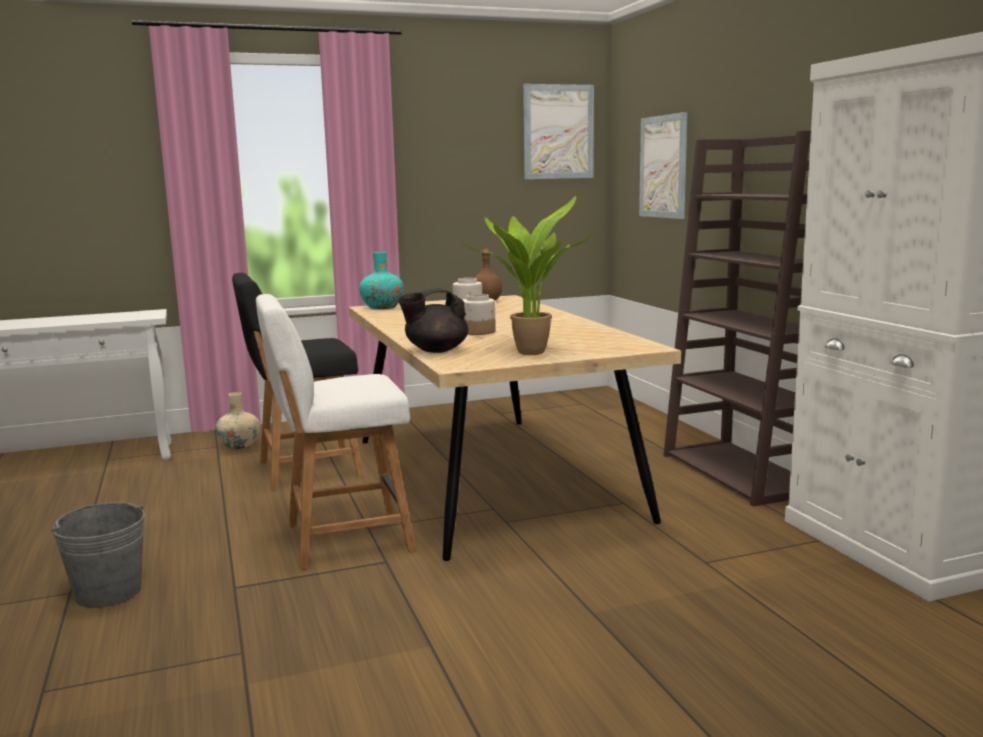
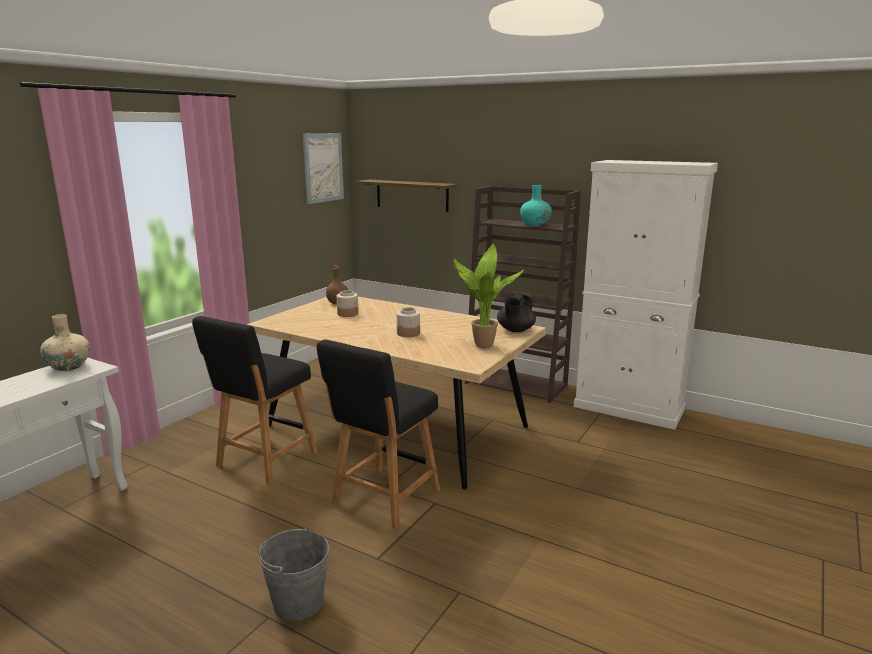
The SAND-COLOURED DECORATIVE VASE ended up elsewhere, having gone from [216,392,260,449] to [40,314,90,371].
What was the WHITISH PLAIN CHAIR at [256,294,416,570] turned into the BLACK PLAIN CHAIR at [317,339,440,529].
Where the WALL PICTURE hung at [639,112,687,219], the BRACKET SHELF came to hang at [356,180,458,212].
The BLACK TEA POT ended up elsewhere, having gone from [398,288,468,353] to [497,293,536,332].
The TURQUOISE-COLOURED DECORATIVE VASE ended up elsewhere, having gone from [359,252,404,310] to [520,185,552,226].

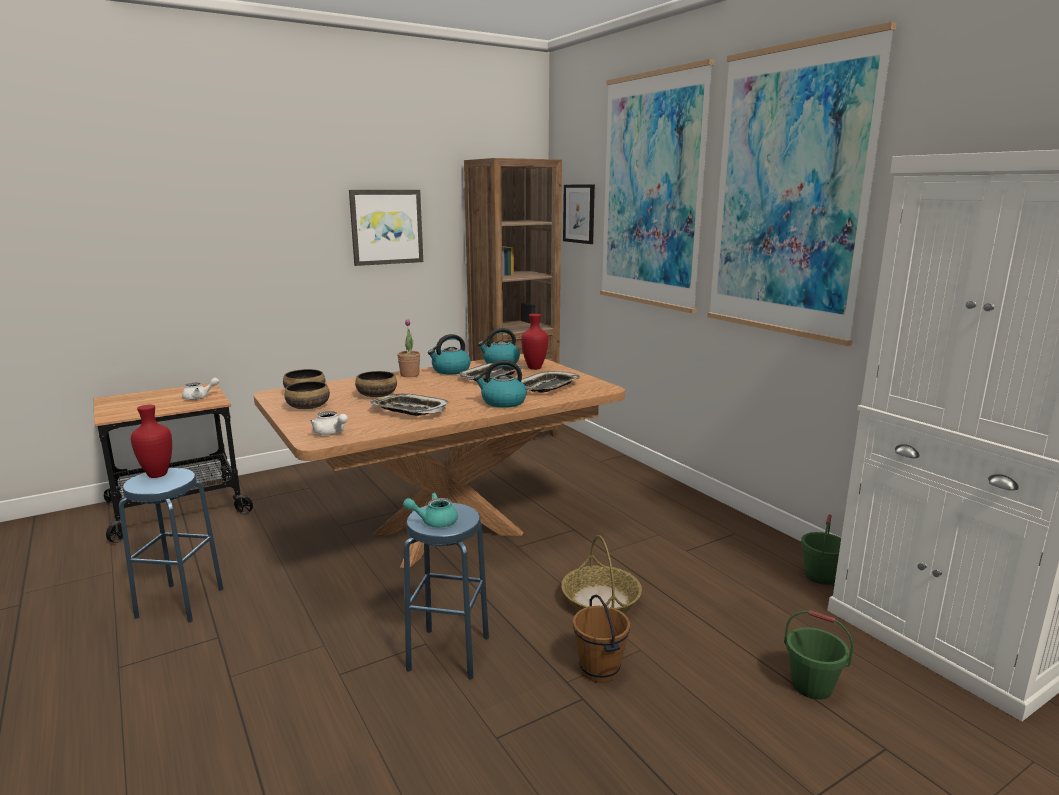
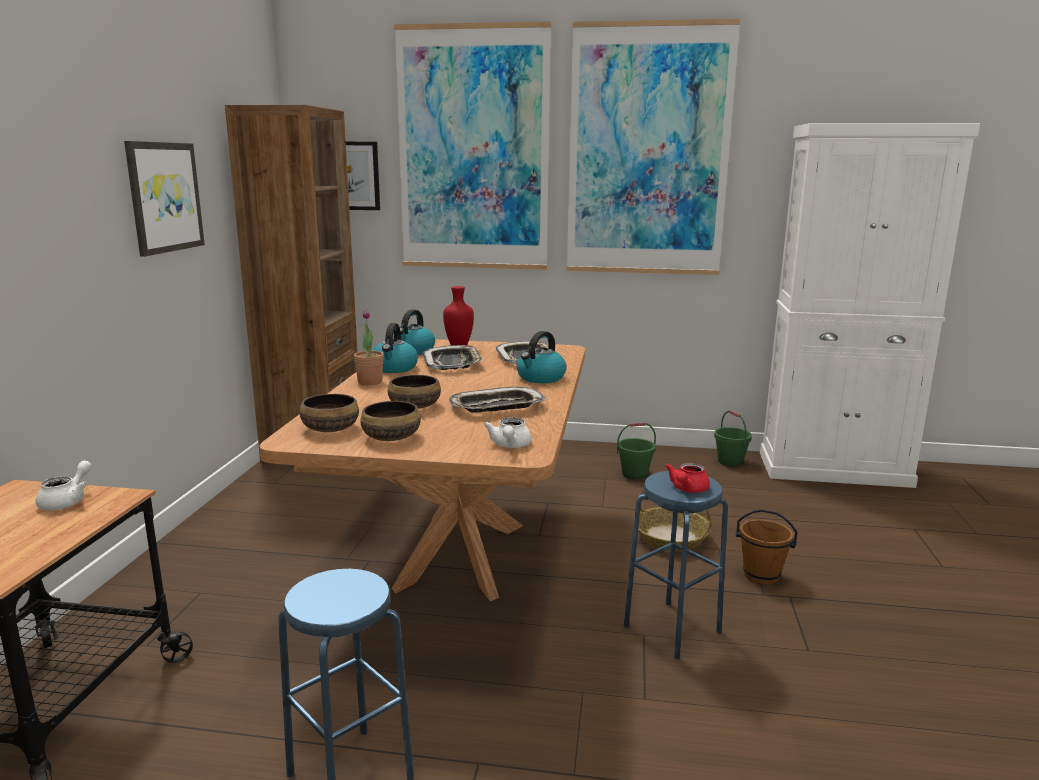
The WHITISH TEA POT at [310,411,348,435] ended up facing another way, 105 degrees clockwise from before.
The GREENISH BUCKET ended up elsewhere, having gone from [784,610,853,700] to [617,422,656,479].
What was the TURQUOISE-COLOURED TEA POT at [403,493,458,527] turned into the REDDISH TEA POT at [665,463,710,493].
The second view lost the REDDISH DECORATIVE VASE at [131,405,172,478].

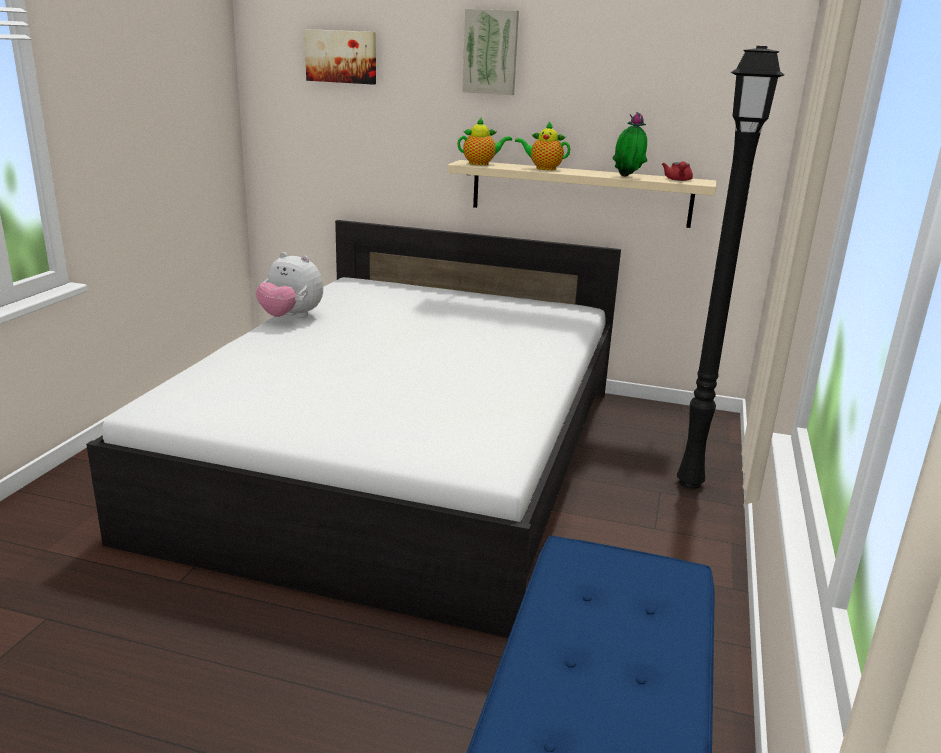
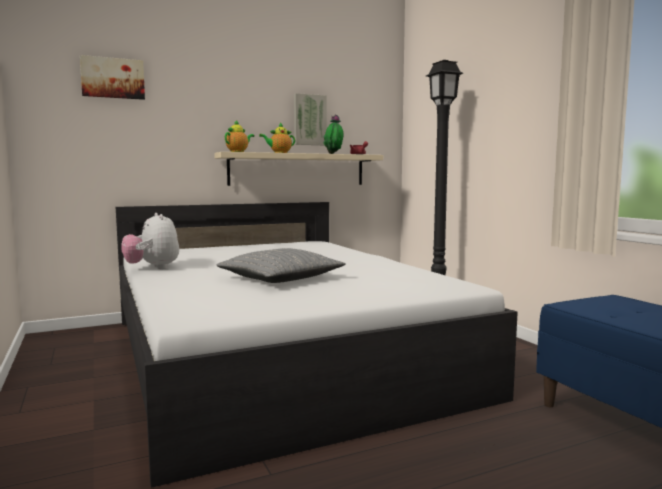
The SOFT TOY at [256,252,323,318] ended up facing another way, 75 degrees clockwise from before.
The second view gained the GREYISH PILLOW at [216,248,346,283].
The WALL PICTURE ended up elsewhere, having gone from [462,9,519,95] to [294,93,327,146].

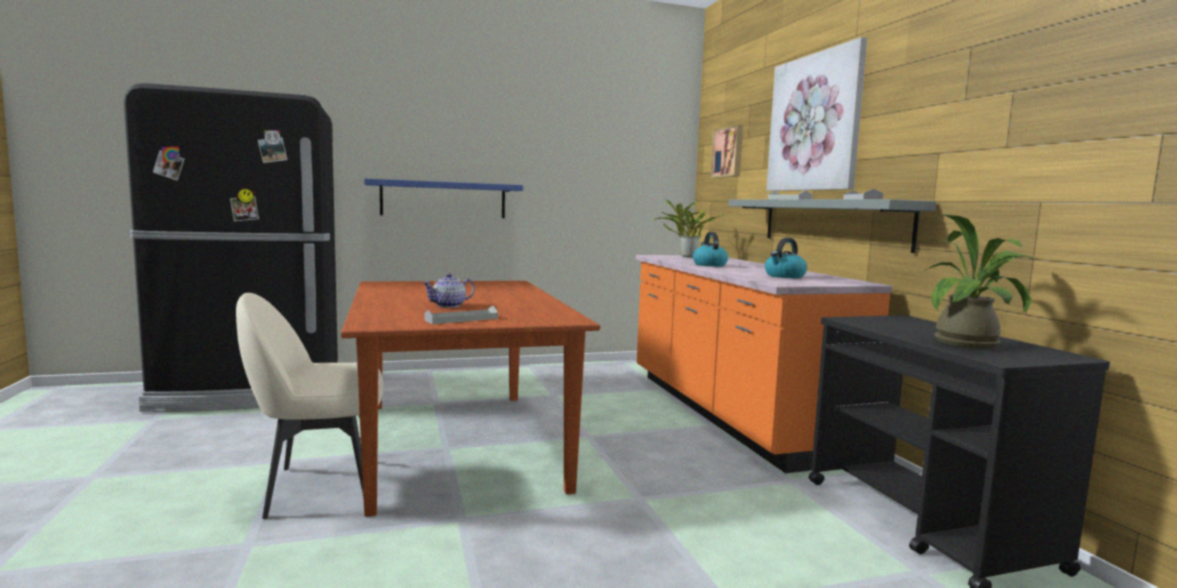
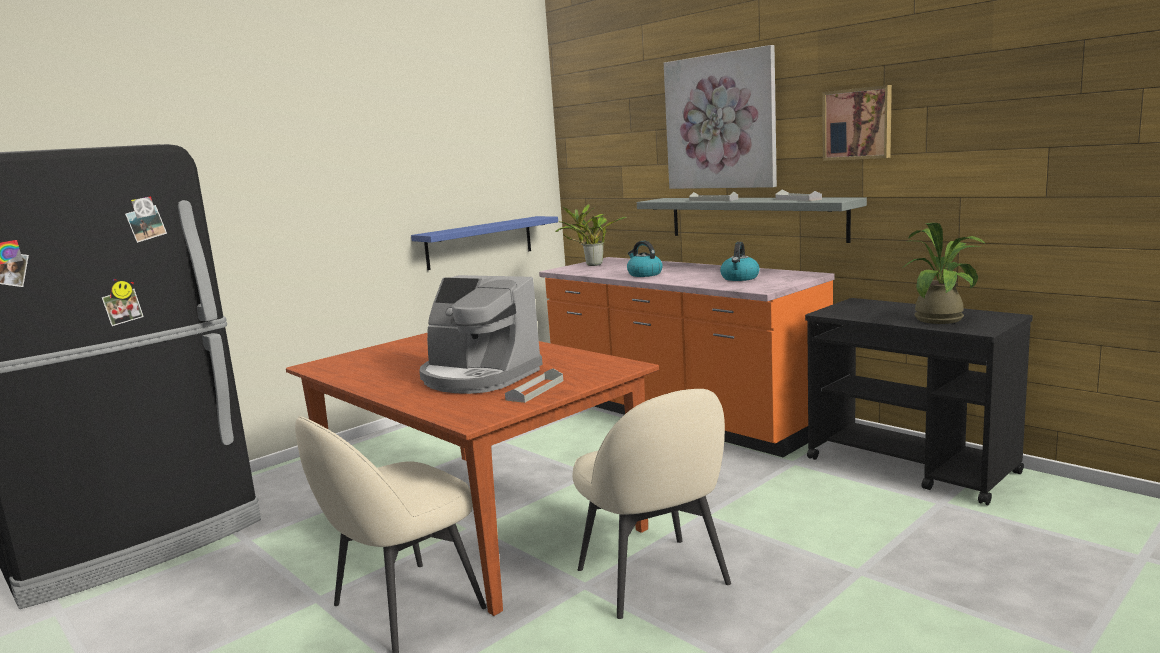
The BLUISH BRACKET SHELF ended up elsewhere, having gone from [364,179,523,218] to [411,216,558,270].
Where the TEA POT stood at [423,273,475,308], the COFFEE BREWER came to stand at [419,275,543,394].
The second view gained the SAND-COLOURED PLAIN CHAIR at [573,389,731,619].
The WALL PICTURE ended up elsewhere, having gone from [710,125,743,178] to [823,85,892,161].

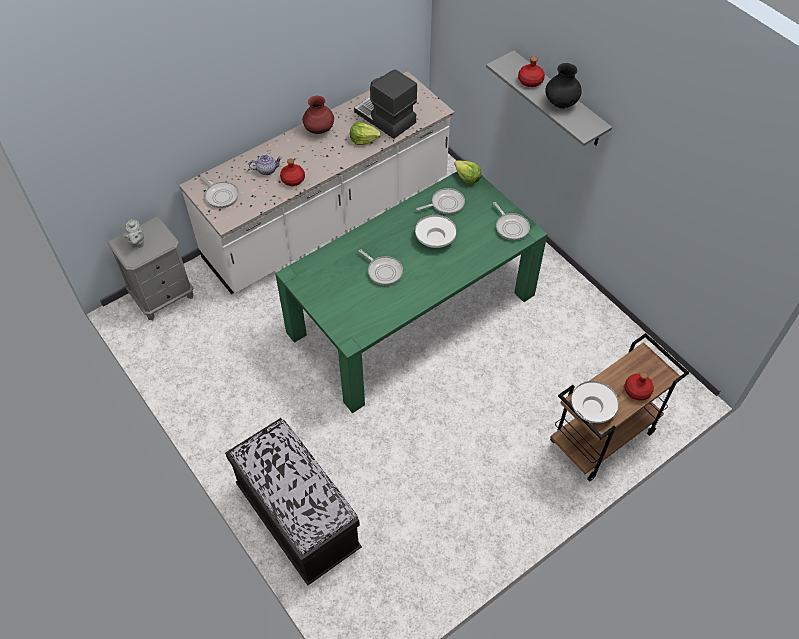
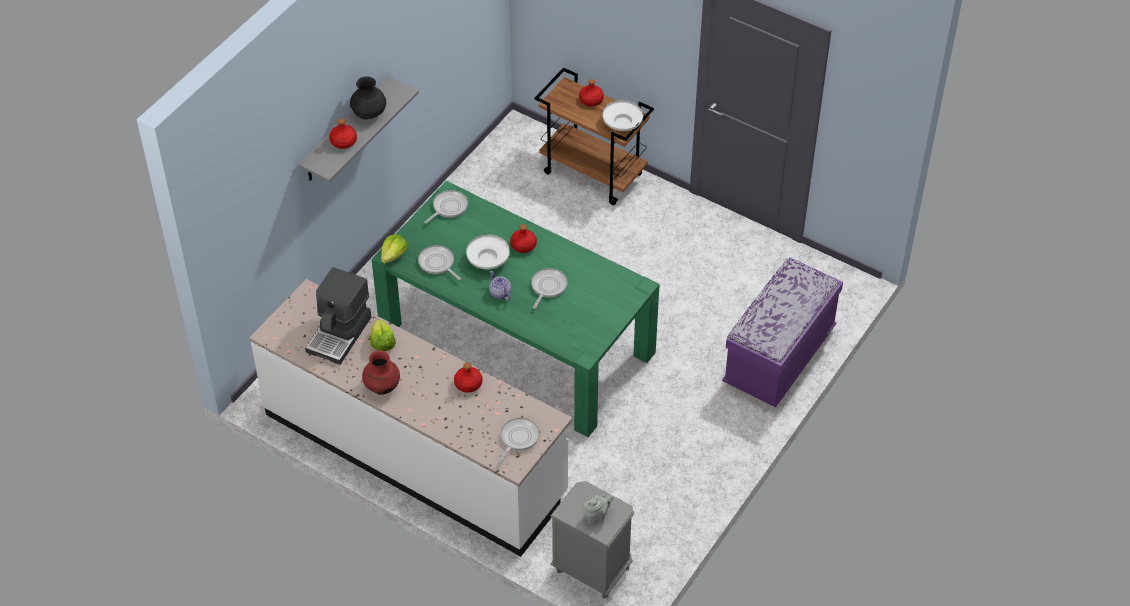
The TEA POT ended up elsewhere, having gone from [249,155,282,175] to [489,271,511,301].
The second view gained the REDDISH DRINK BOTTLE at [510,224,537,253].
What was the BLACK INDOOR BENCH at [225,418,362,586] turned into the PURPLE INDOOR BENCH at [722,257,843,407].

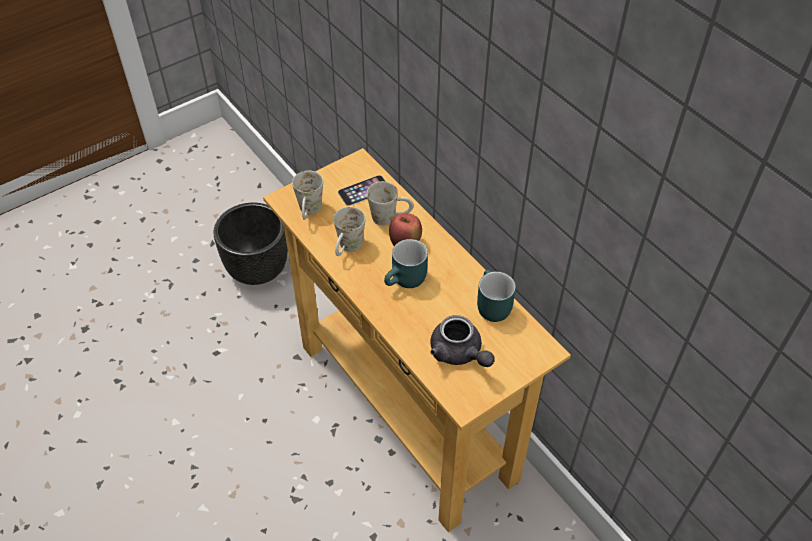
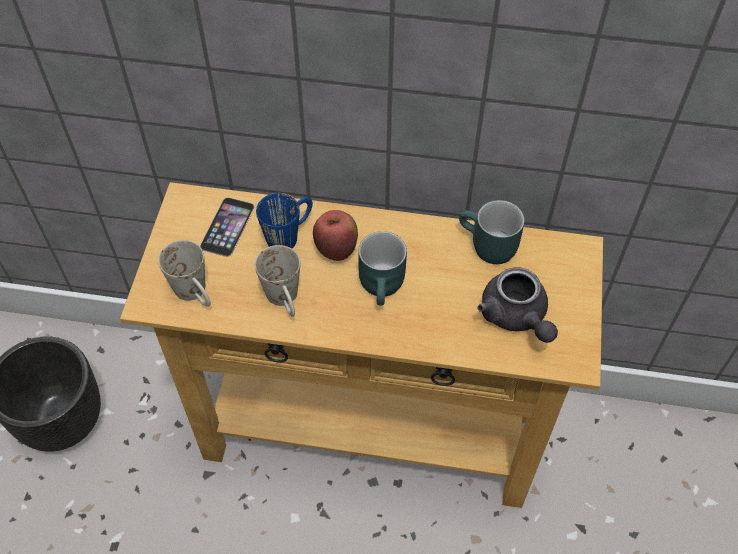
What was the WHITISH MUG at [367,181,414,226] turned into the BLUISH MUG at [256,193,313,249].
The GREYISH TEA POT at [430,315,495,367] ended up facing another way, 60 degrees clockwise from before.

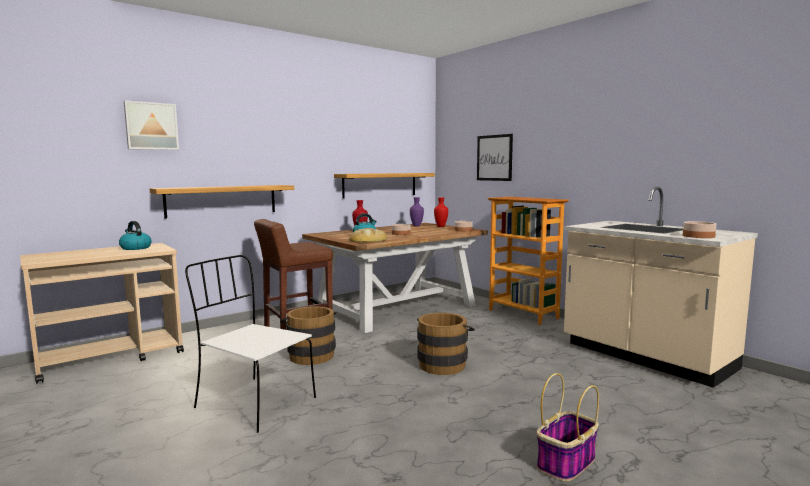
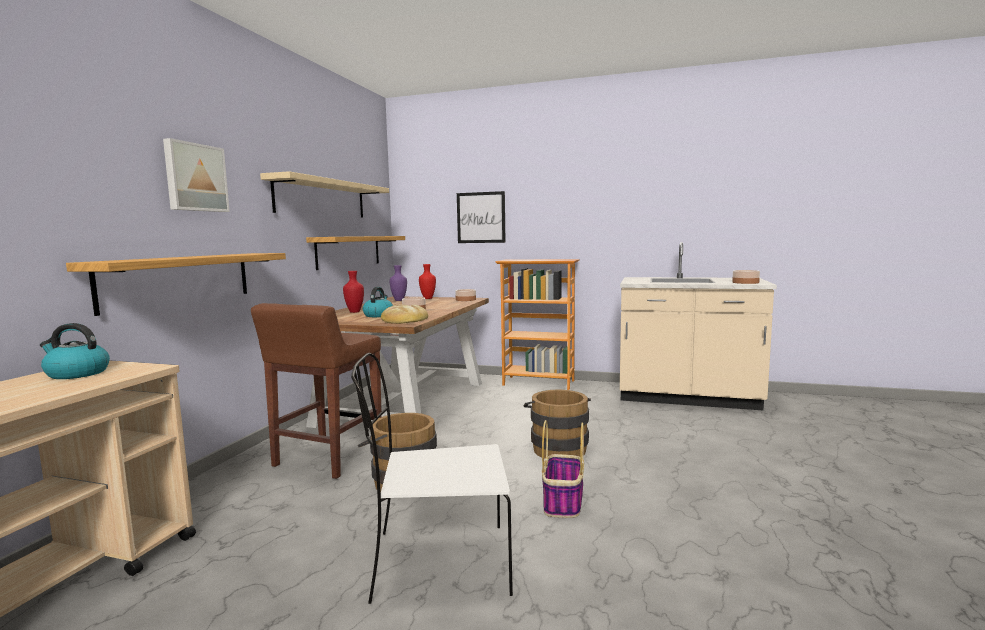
The WALL PICTURE ended up elsewhere, having gone from [124,101,179,150] to [163,138,230,212].
The second view gained the SAND-COLOURED BRACKET SHELF at [260,171,389,217].
The STORAGE BASKET ended up elsewhere, having gone from [537,373,599,482] to [542,420,584,518].

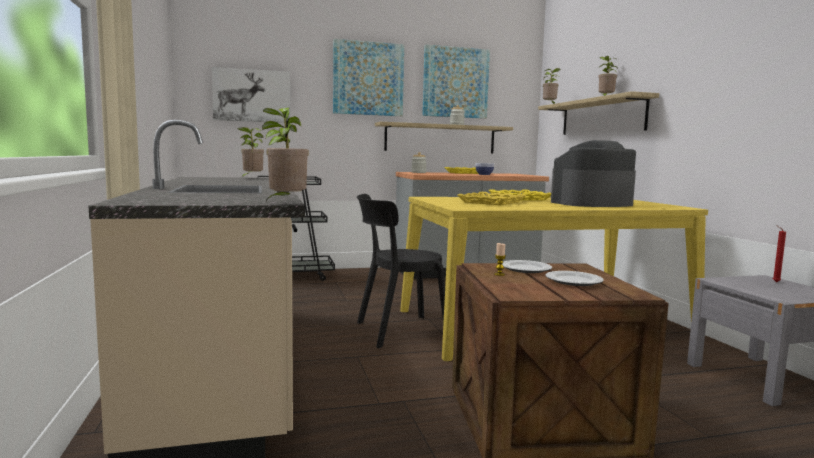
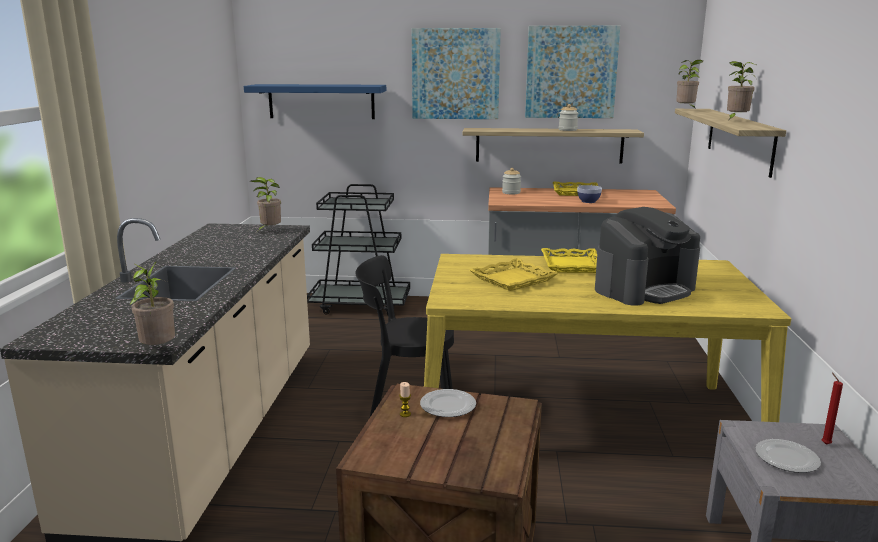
Where the WALL PICTURE hung at [212,67,290,123], the BLUISH BRACKET SHELF came to hang at [244,84,386,119].
The COFFEE BREWER at [551,140,636,207] ended up facing another way, 150 degrees clockwise from before.
The DINNER PLATE ended up elsewhere, having gone from [546,271,604,286] to [755,439,821,473].

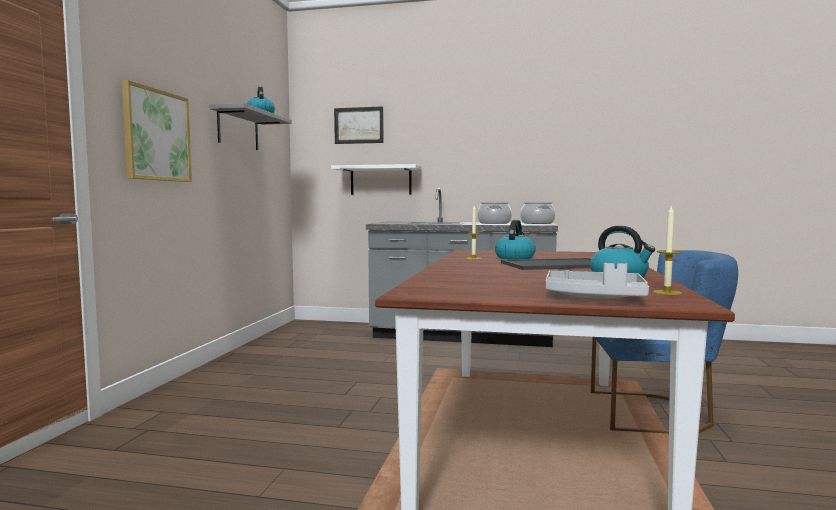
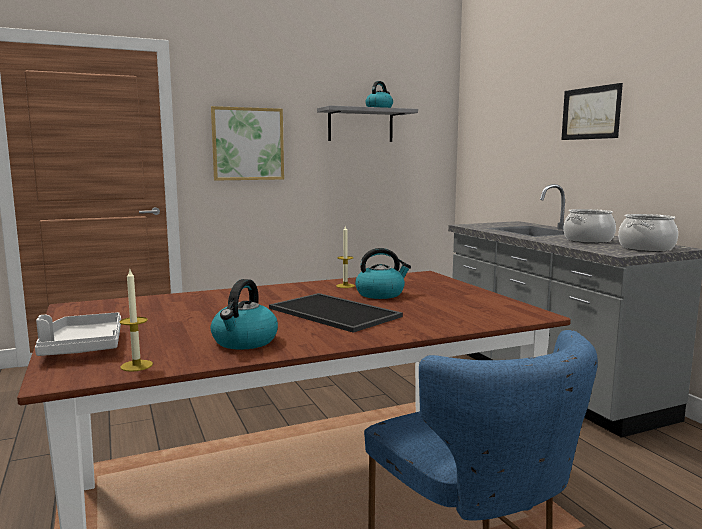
The WALL PICTURE ended up elsewhere, having gone from [334,106,384,144] to [561,83,623,140].
The second view lost the WHITISH BRACKET SHELF at [331,164,422,195].

